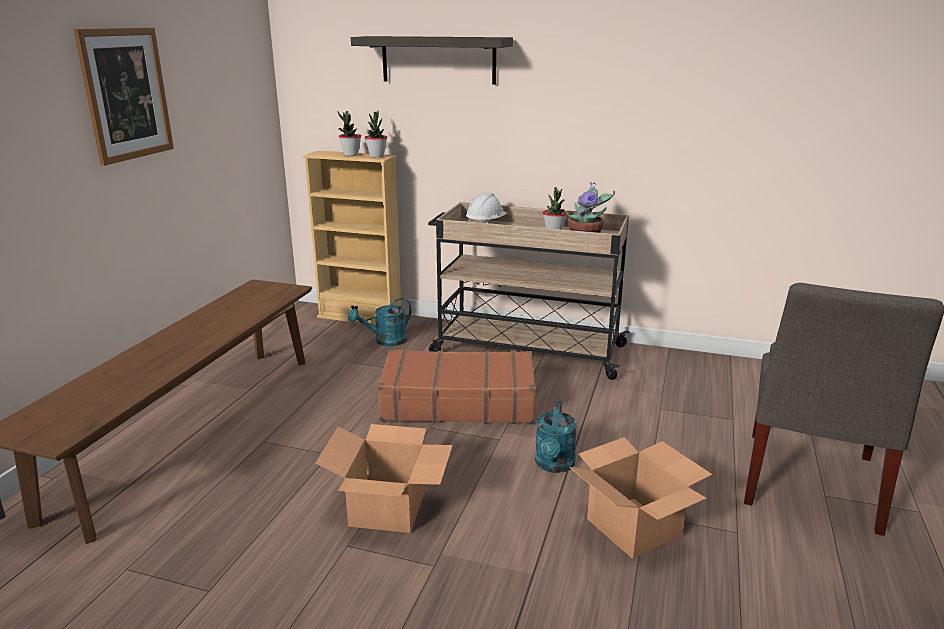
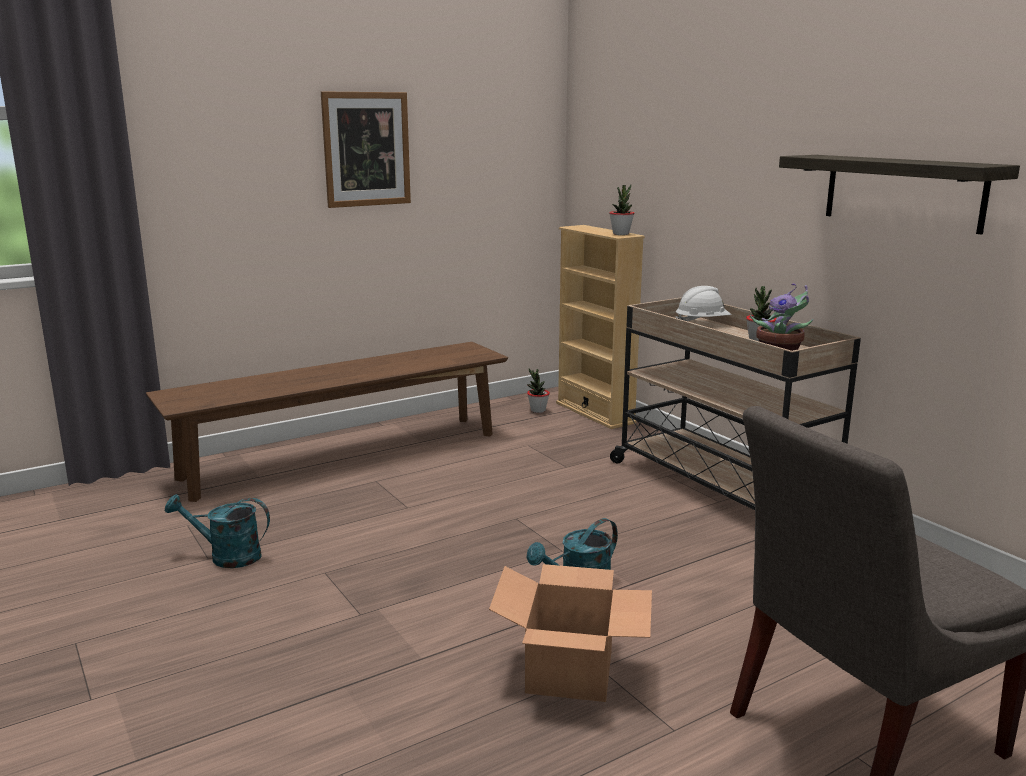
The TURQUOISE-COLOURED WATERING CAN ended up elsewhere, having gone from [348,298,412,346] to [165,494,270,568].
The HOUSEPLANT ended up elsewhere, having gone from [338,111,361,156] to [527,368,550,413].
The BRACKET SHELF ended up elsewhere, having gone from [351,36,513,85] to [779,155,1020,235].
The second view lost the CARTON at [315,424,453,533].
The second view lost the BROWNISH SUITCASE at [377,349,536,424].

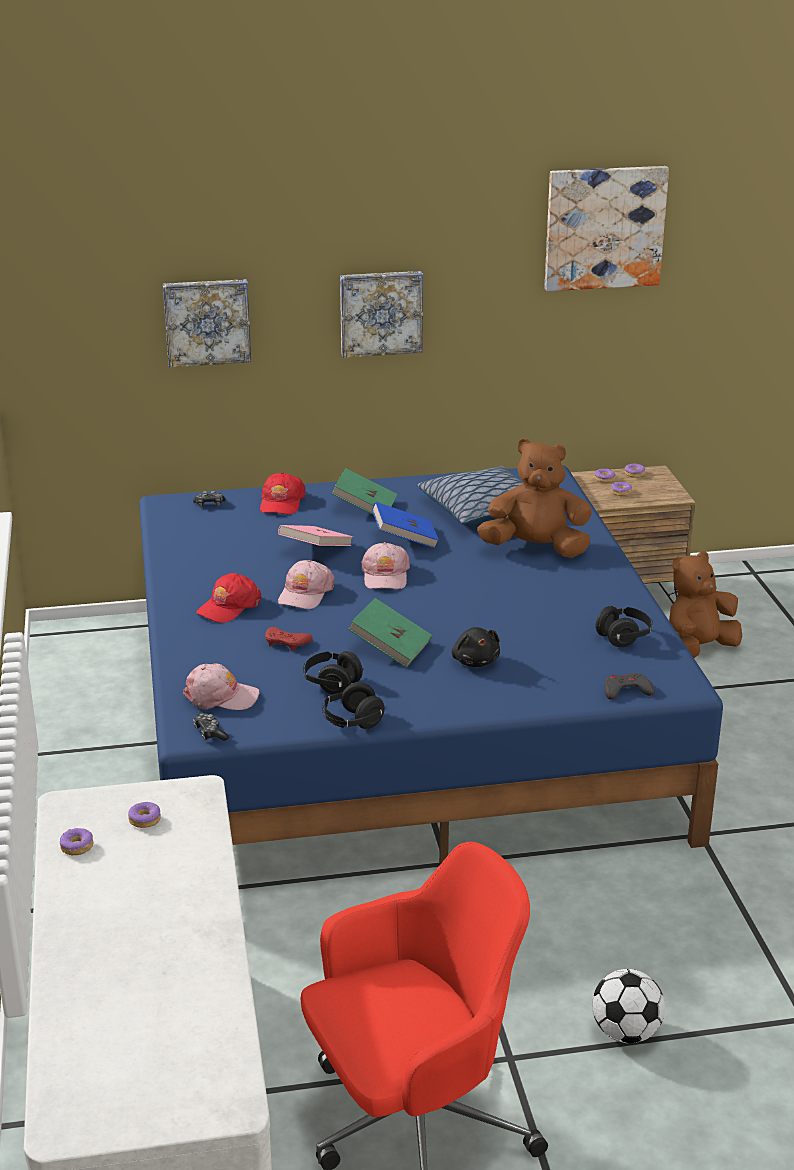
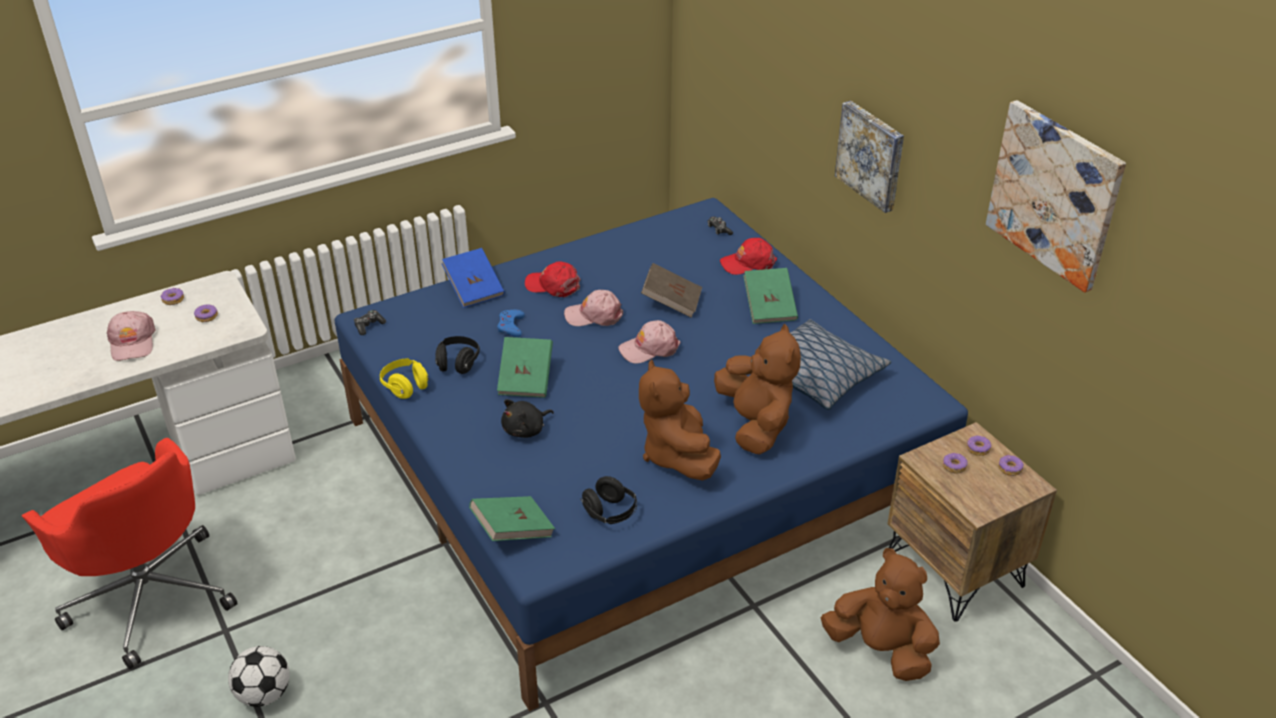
The PINKISH PEAKED CAP ended up elsewhere, having gone from [183,663,260,710] to [107,311,156,361].
What was the BLACK HEADSET at [322,682,385,729] turned into the YELLOW-COLOURED HEADSET at [379,358,429,399].
The BLUISH BOUND BOOK ended up elsewhere, having gone from [372,502,439,548] to [442,248,505,308].
Where the GREYISH GAMEPAD stood at [605,673,655,700], the GREENISH BOUND BOOK came to stand at [469,496,555,541].
What was the REDDISH GAMEPAD at [265,627,313,651] turned into the BLUISH GAMEPAD at [497,309,525,337].
The second view gained the BROWNISH SOFT TOY at [639,359,721,481].
What was the PINKISH BOUND BOOK at [278,525,353,546] turned into the BROWNISH BOUND BOOK at [641,263,702,318].
The second view lost the WALL PICTURE at [163,279,251,367].

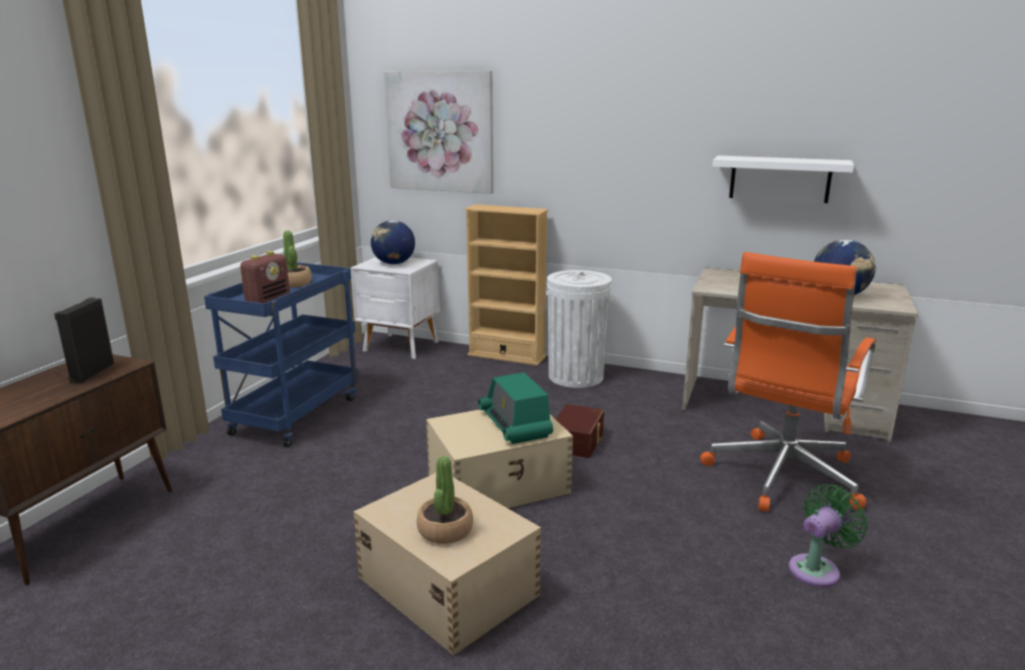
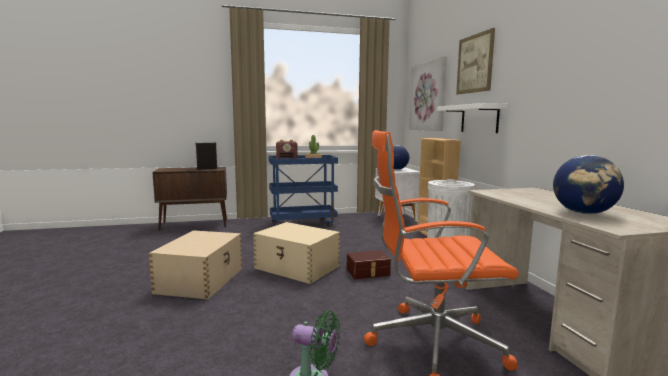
The WHITISH BRACKET SHELF ended up elsewhere, having gone from [712,156,854,203] to [437,103,507,133].
The second view gained the WALL PICTURE at [456,28,495,94].
The second view lost the HOUSEPLANT at [417,456,473,544].
The second view lost the RADIO RECEIVER at [478,372,553,444].

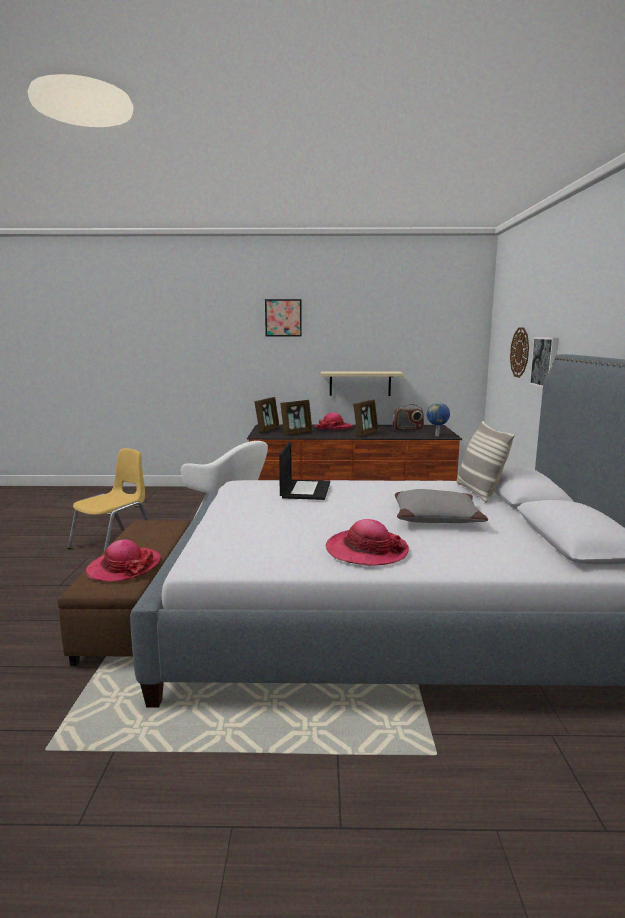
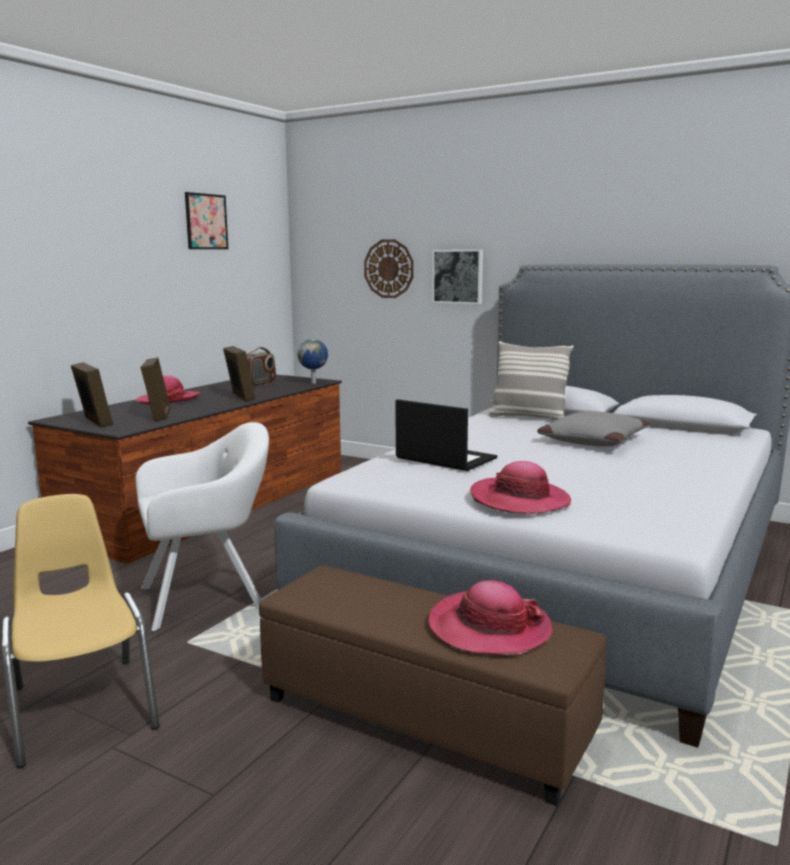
The WALL PICTURE ended up elsewhere, having gone from [265,299,302,336] to [185,192,228,249].
The HAT ended up elsewhere, having gone from [326,519,409,566] to [470,461,571,514].
The second view lost the SAND-COLOURED BRACKET SHELF at [321,371,404,396].

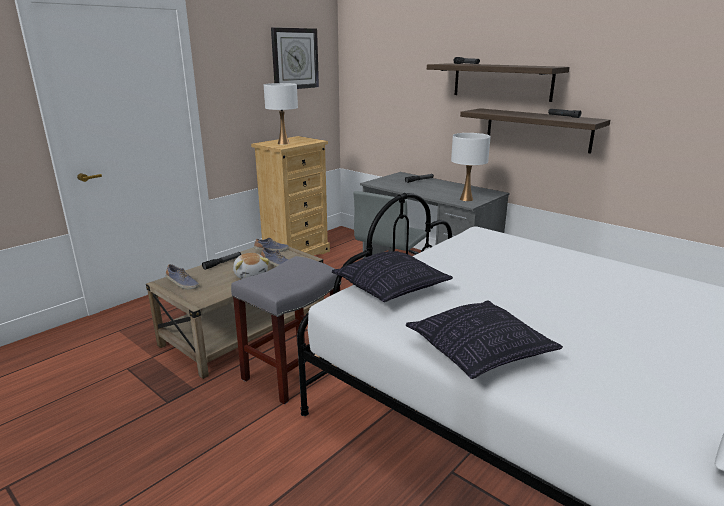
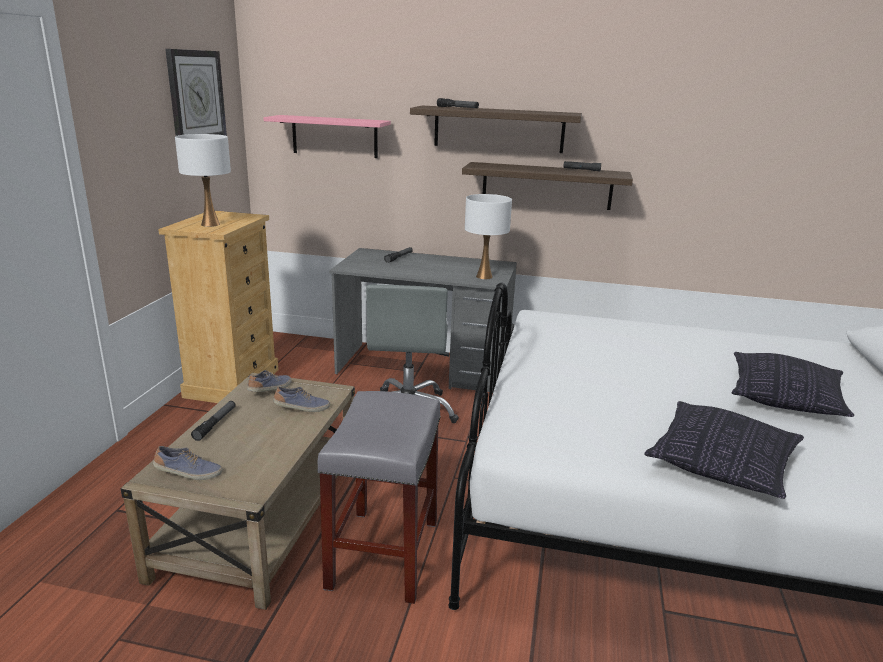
The second view gained the PINKISH BRACKET SHELF at [263,115,391,158].
The PILLOW ended up elsewhere, having gone from [332,251,453,302] to [732,352,854,417].
The second view lost the SOFT TOY at [233,253,269,279].

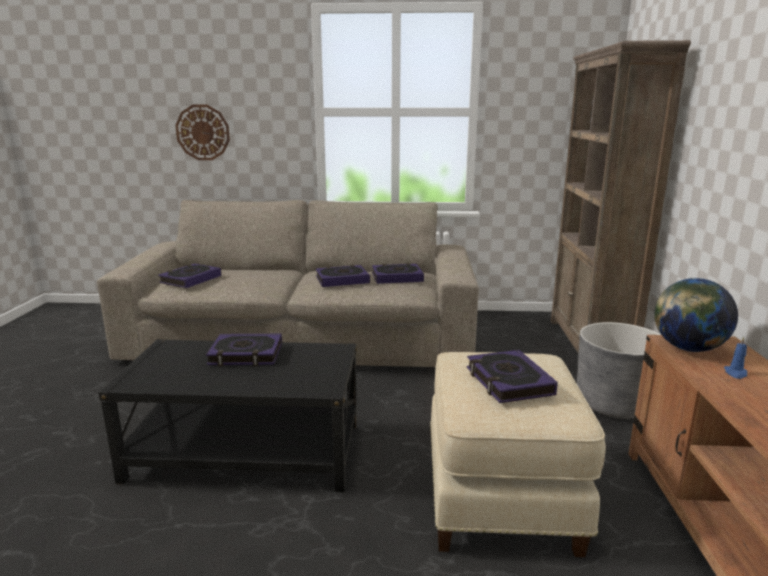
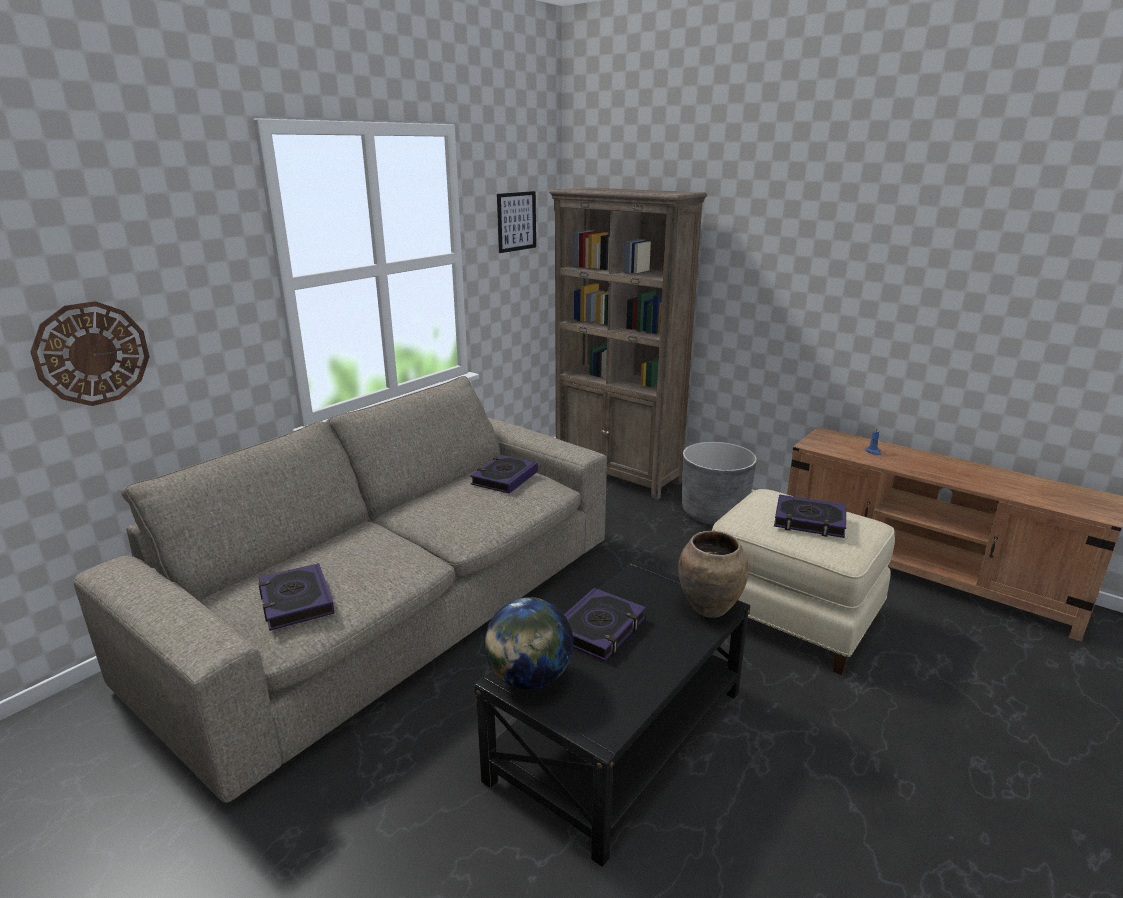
The DESK GLOBE ended up elsewhere, having gone from [654,278,738,352] to [485,597,574,690].
The second view gained the WALL PICTURE at [497,191,536,253].
The second view gained the BROWNISH DECORATIVE VASE at [678,531,749,618].
The second view lost the BOUND BOOK at [316,265,370,287].

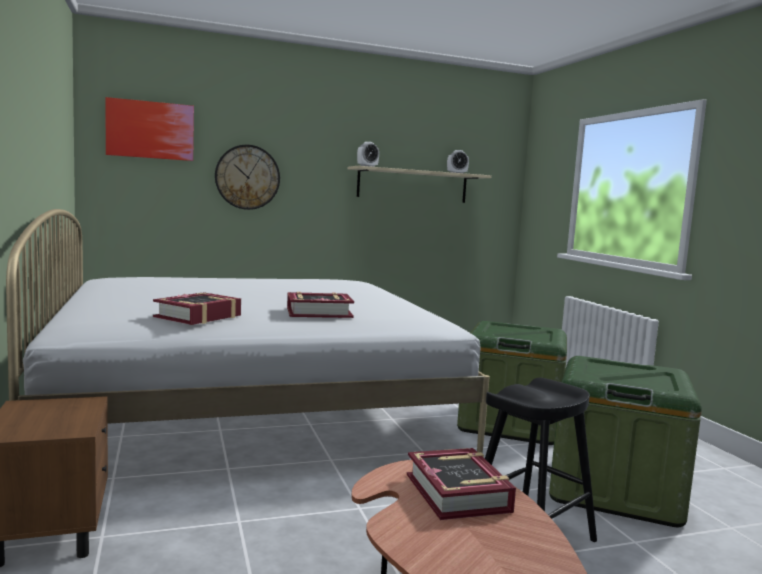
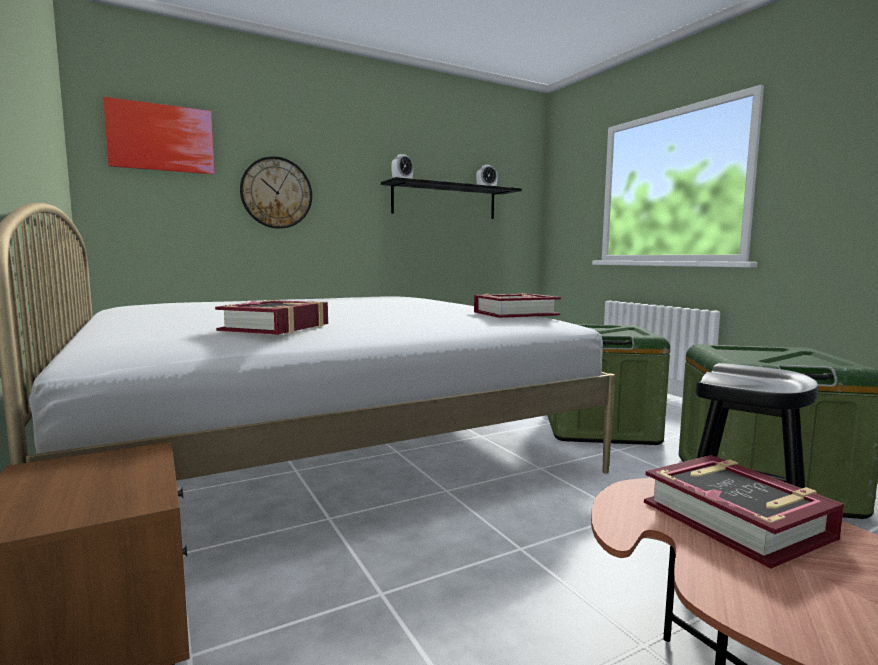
What was the SAND-COLOURED BRACKET SHELF at [347,166,491,203] turned into the BLACK BRACKET SHELF at [381,177,522,219].
The BOUND BOOK ended up elsewhere, having gone from [287,292,354,318] to [474,293,561,318].

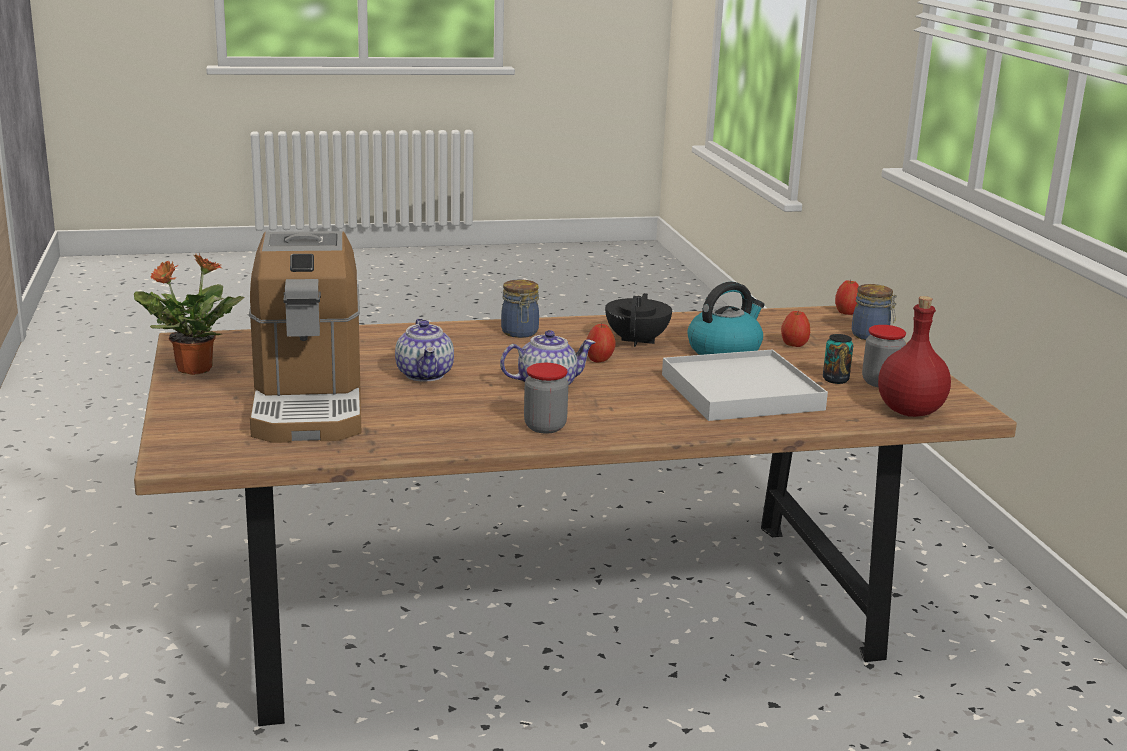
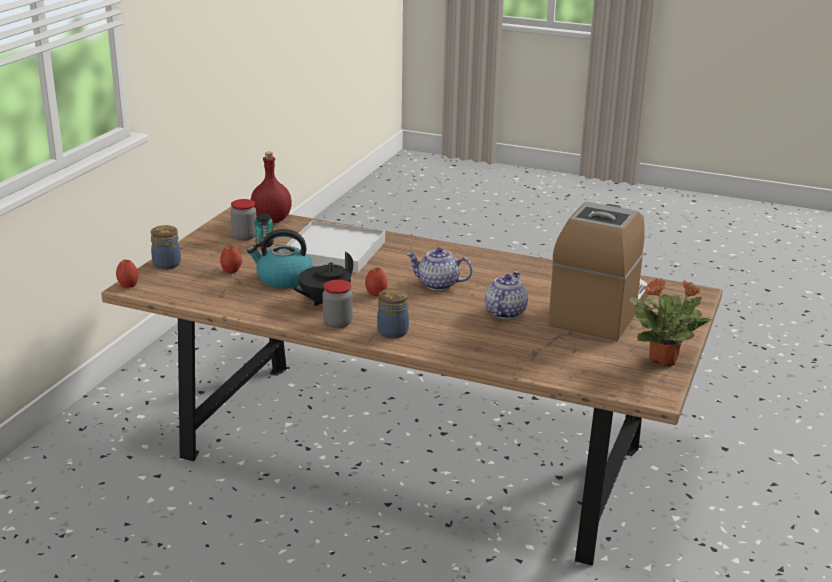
The PRESERVE JAR ended up elsewhere, having gone from [524,363,569,433] to [322,280,353,328].

